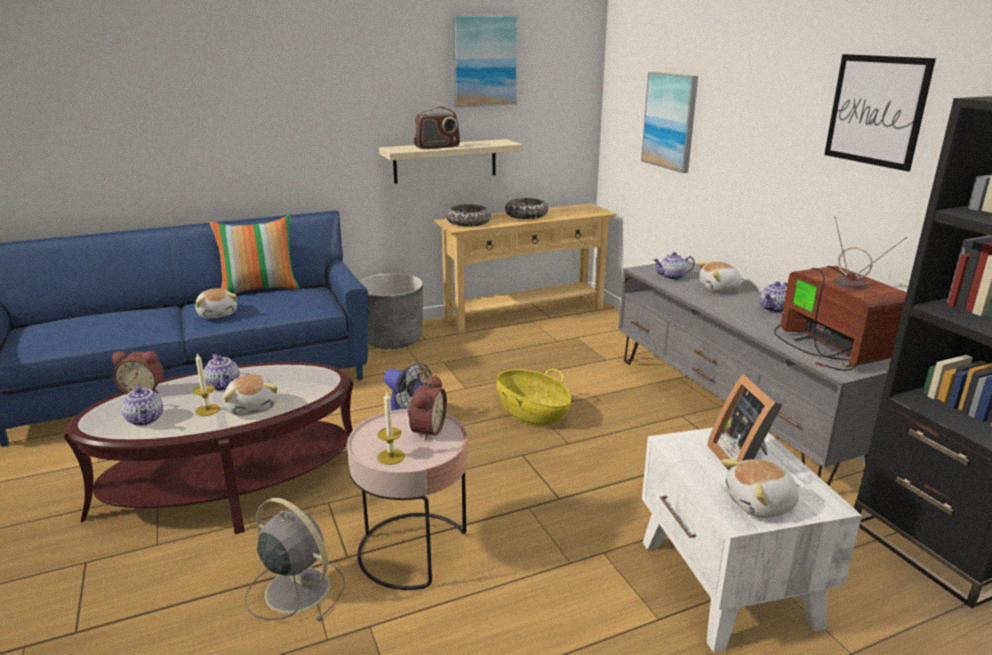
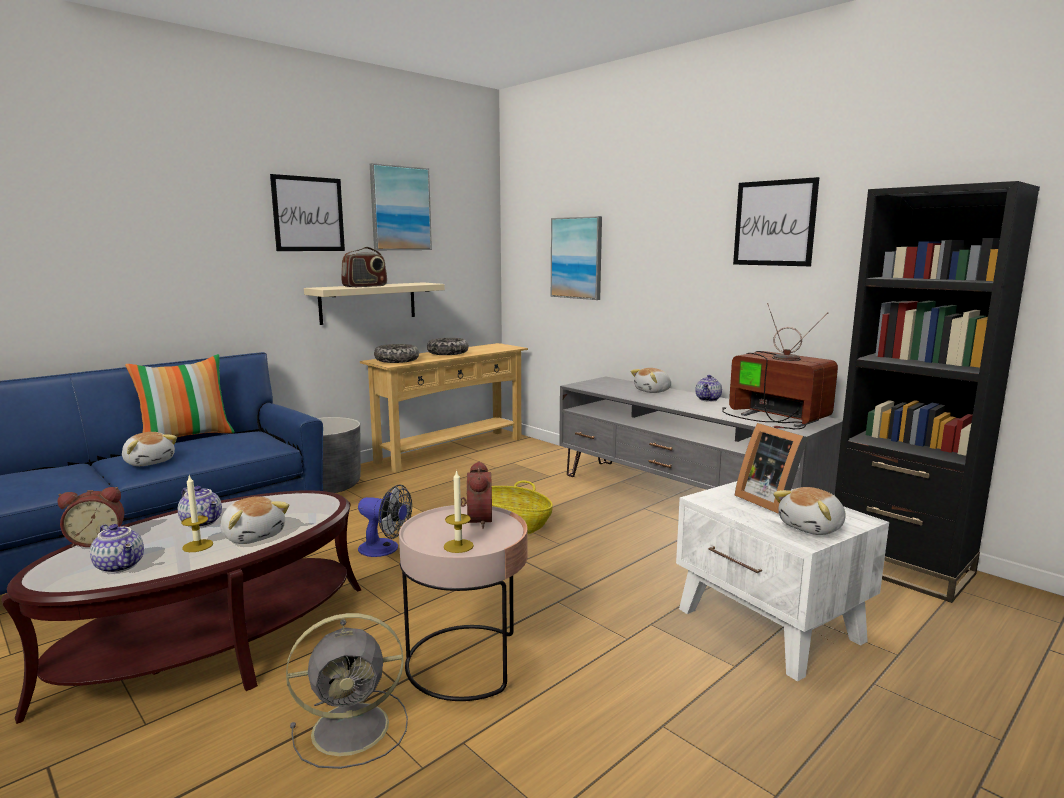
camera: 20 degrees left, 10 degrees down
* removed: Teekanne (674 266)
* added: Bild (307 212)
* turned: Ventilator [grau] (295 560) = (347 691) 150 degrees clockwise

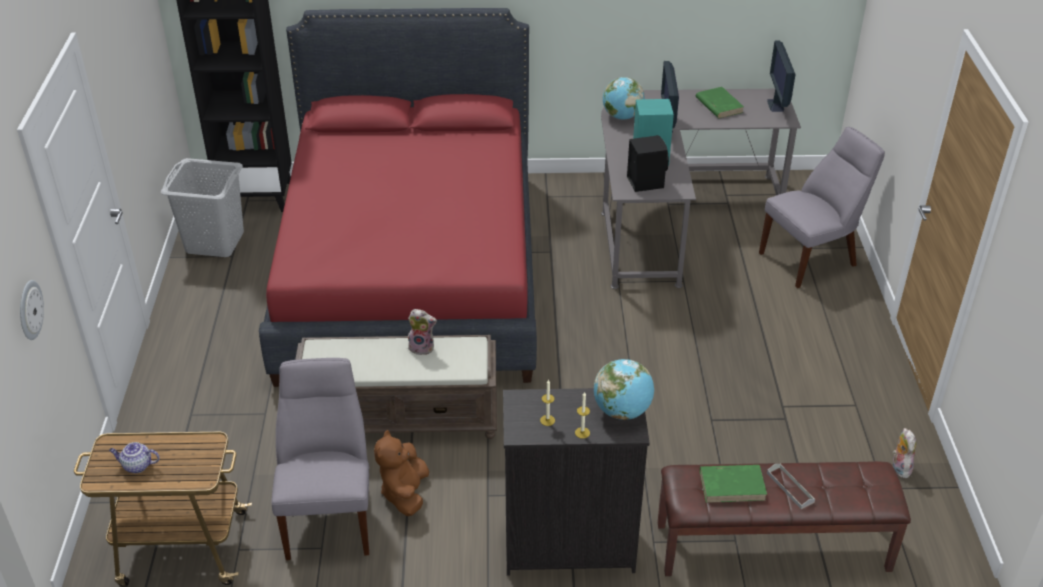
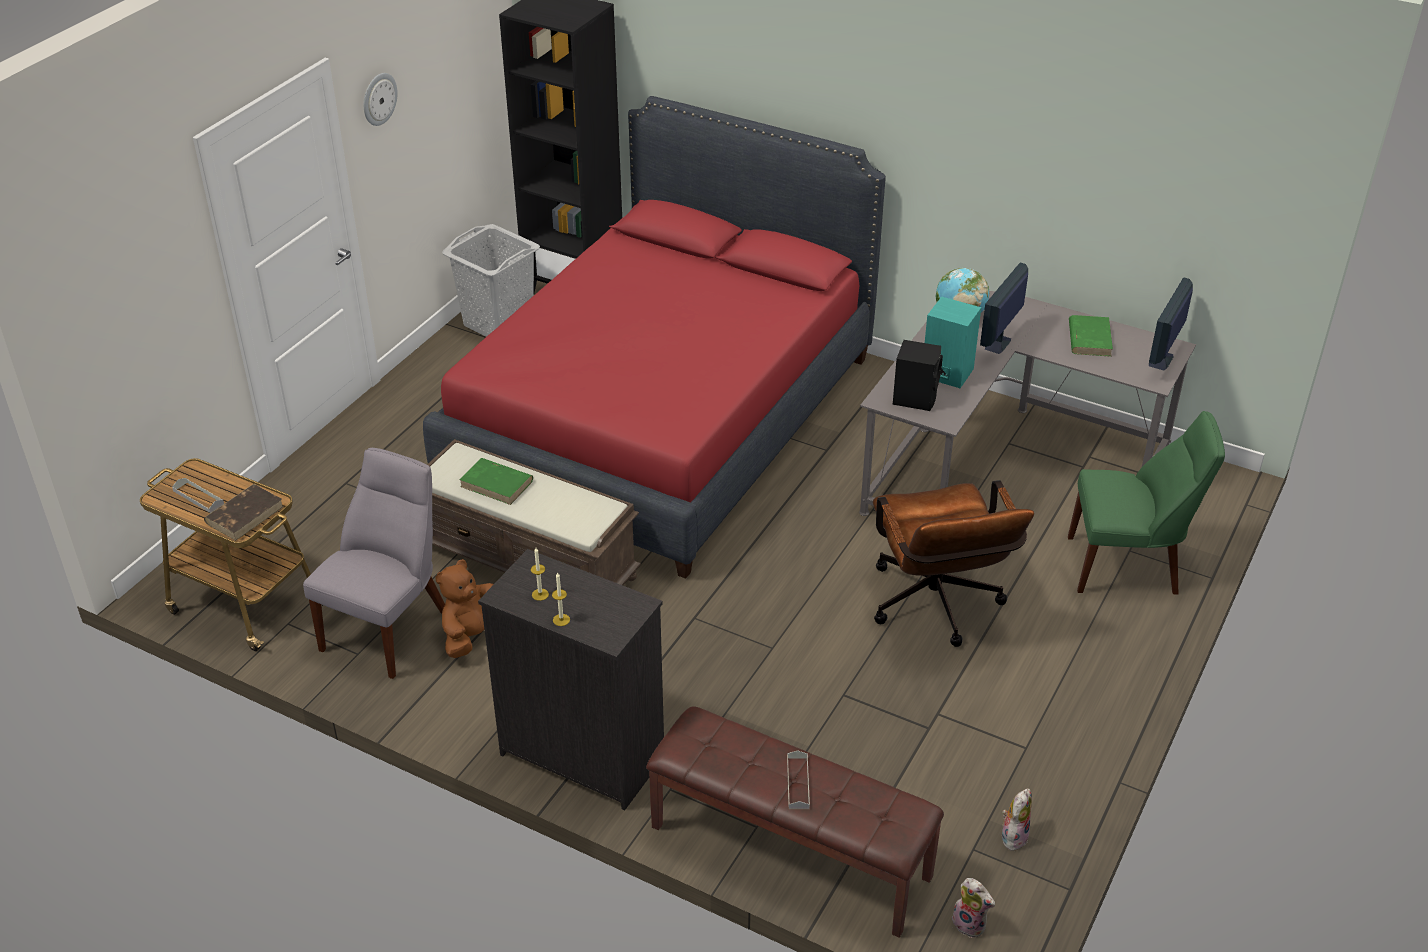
camera: 30 degrees right, 0 degrees up
* removed: Globus (624 389)
* added: Buch [braun] (244 512)
* added: Bürostuhl [braun] (953 563)
* moved: Wanduhr (32 310) to (381 99)
* moved: Plüschtier (422 332) to (973 908)
* moved: Buch [grün] (733 484) to (496 481)
* replaced: Teekanne (134 457) to Tablett [grau] (198 495)
* recoloured: Stuhl [grau] (822 207) to Stuhl [grün] (1146 503)

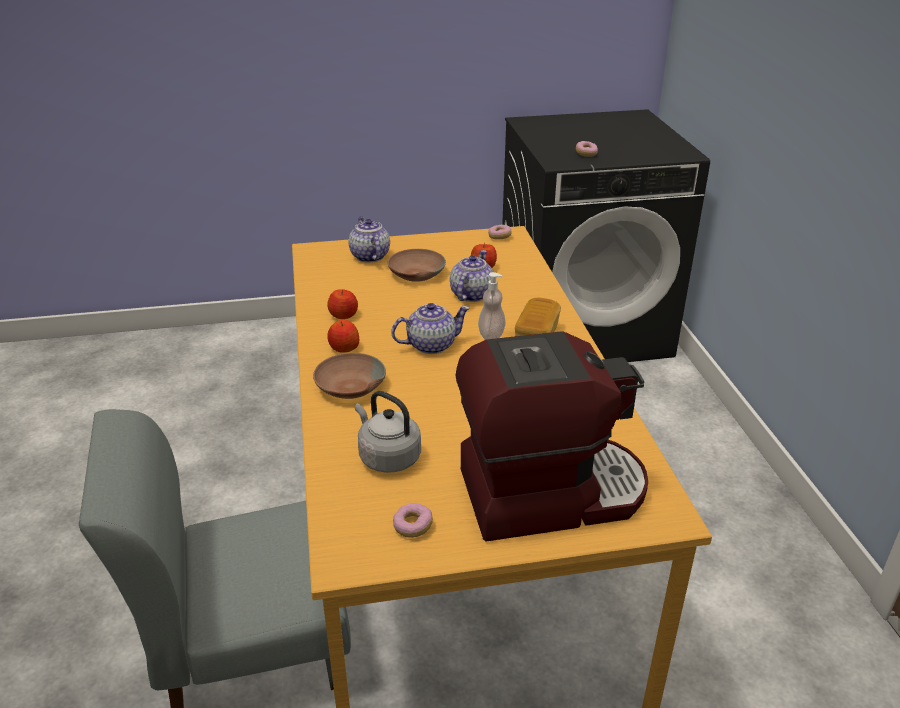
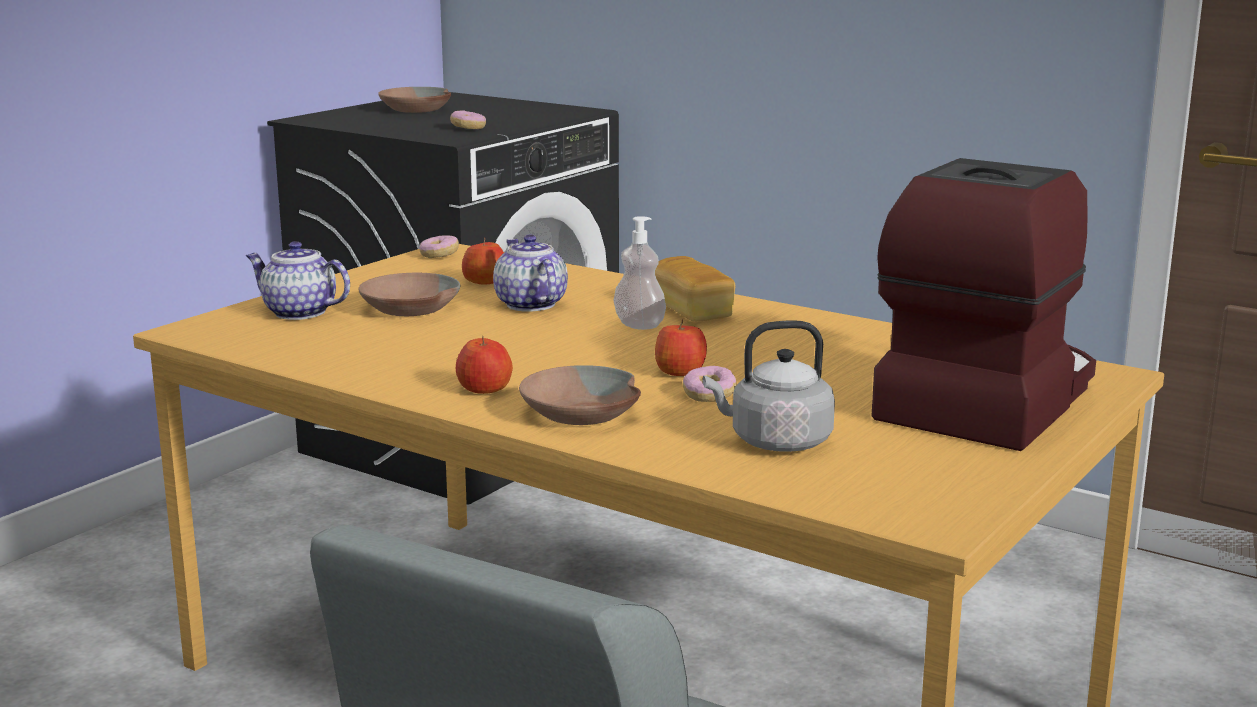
camera: 45 degrees left, 15 degrees down
* removed: Teekanne (430 328)
* added: Schüssel [braun] (414 100)
* moved: Apfel (342 304) to (681 347)
* moved: Donut (413 520) to (709 384)

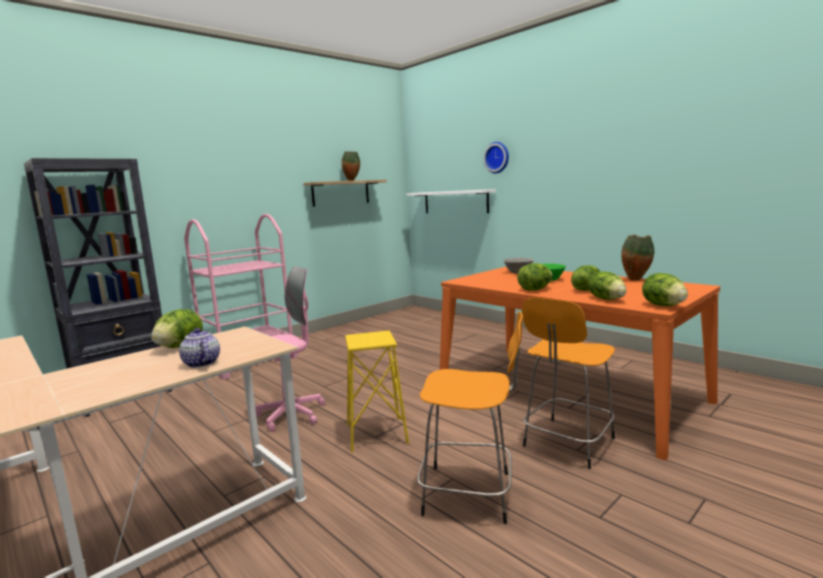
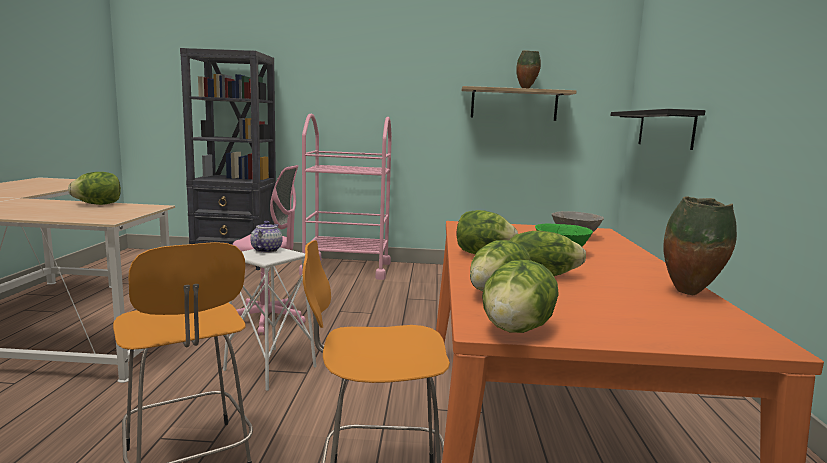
camera: 45 degrees right, 0 degrees up
* removed: Wanduhr (496 157)
* moved: Teekanne (199 348) to (266 237)
* recoloured: Hocker [gelb] (377 391) to Hocker [weiß] (270 319)
* recoloured: Wandregal [weiß] (451 201) to Wandregal [schwarz] (658 129)

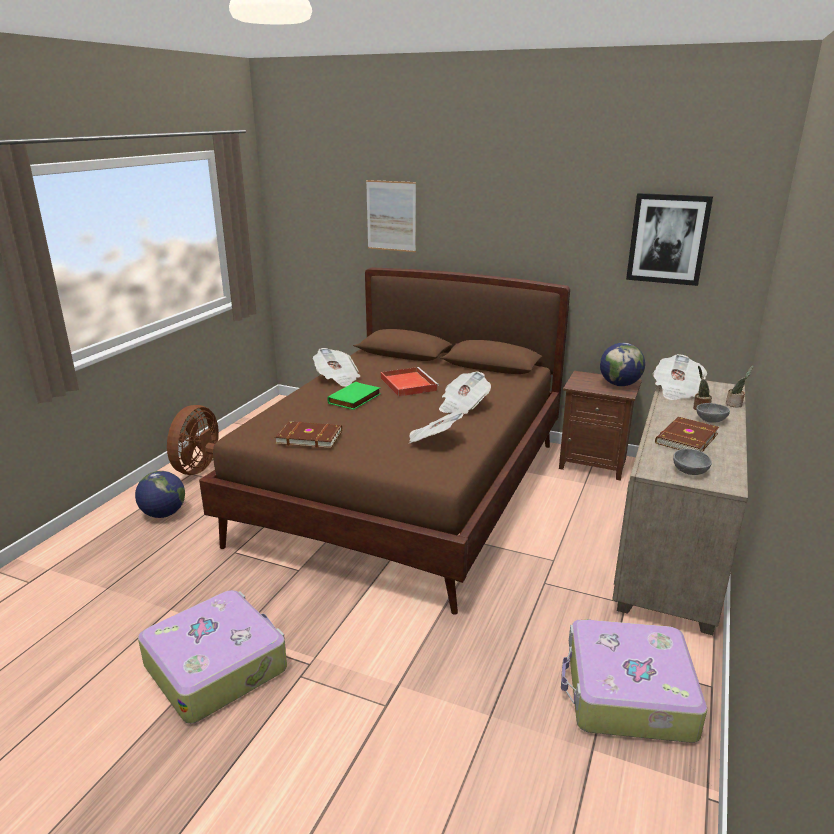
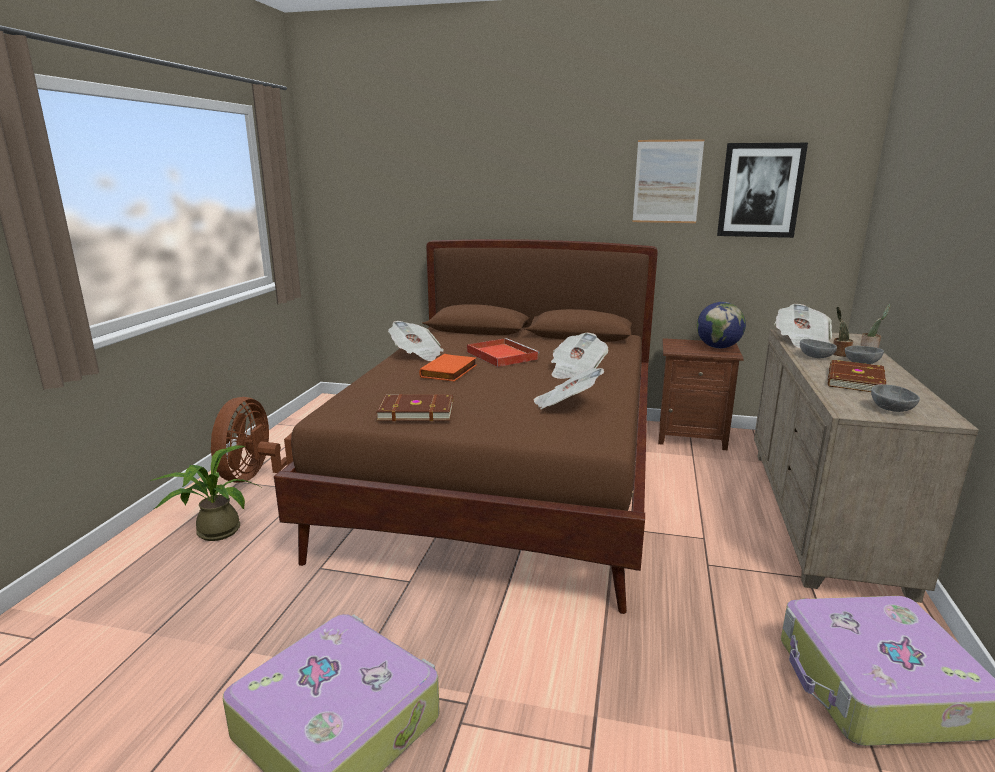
camera: 10 degrees left, 5 degrees down
* added: Schüssel [grau] (818 348)
* moved: Bild (391 216) to (668 181)
* replaced: Globus (160 494) to Topfpflanze (207 493)
* recoloured: Buch [grün] (354 396) to Buch [orange] (448 367)

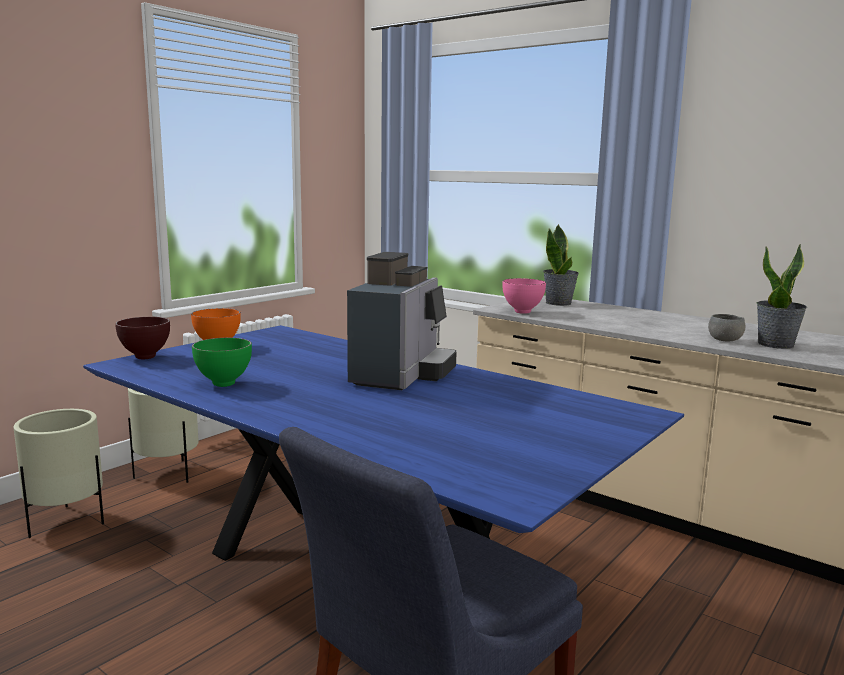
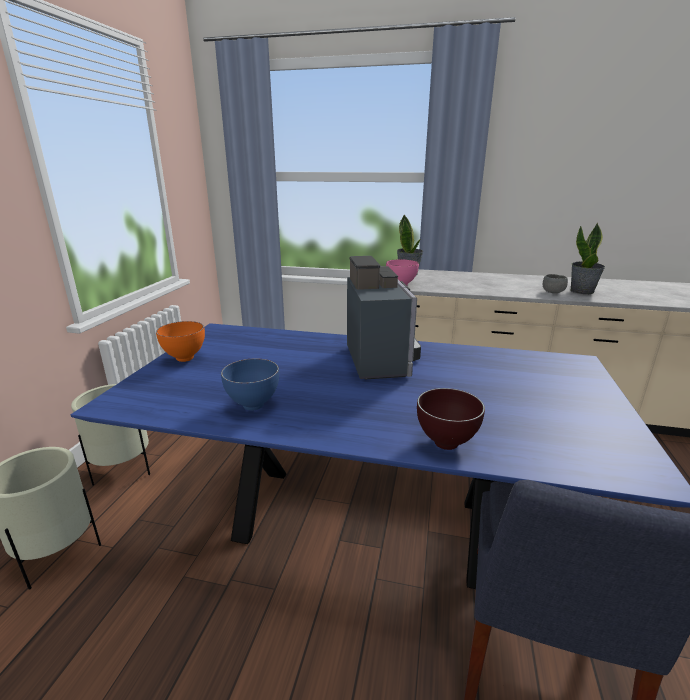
camera: 25 degrees left, 10 degrees up
* moved: Schüssel [braun] (142 338) to (451 419)
* recoloured: Schüssel [grün] (222 362) to Schüssel [blau] (250 385)

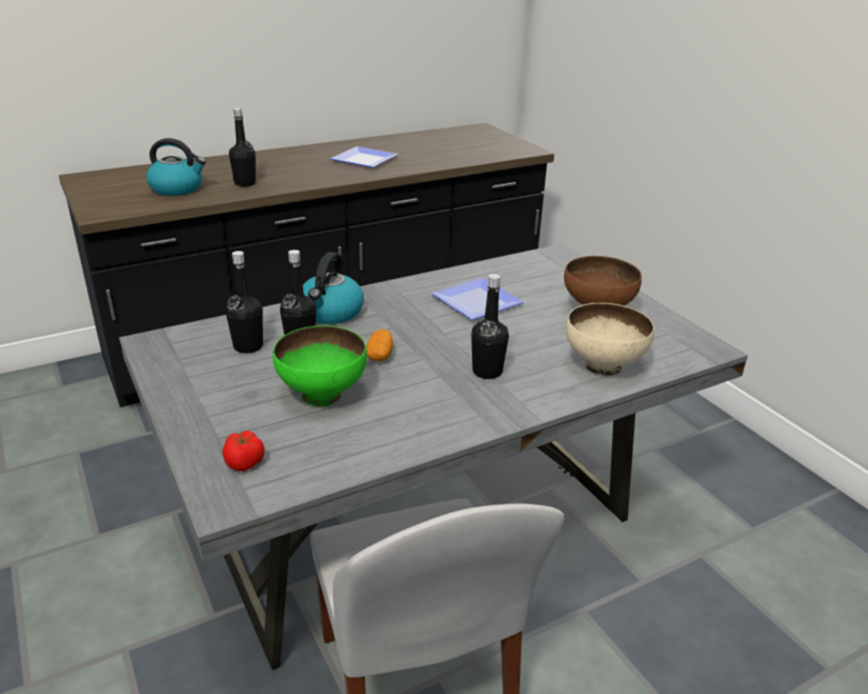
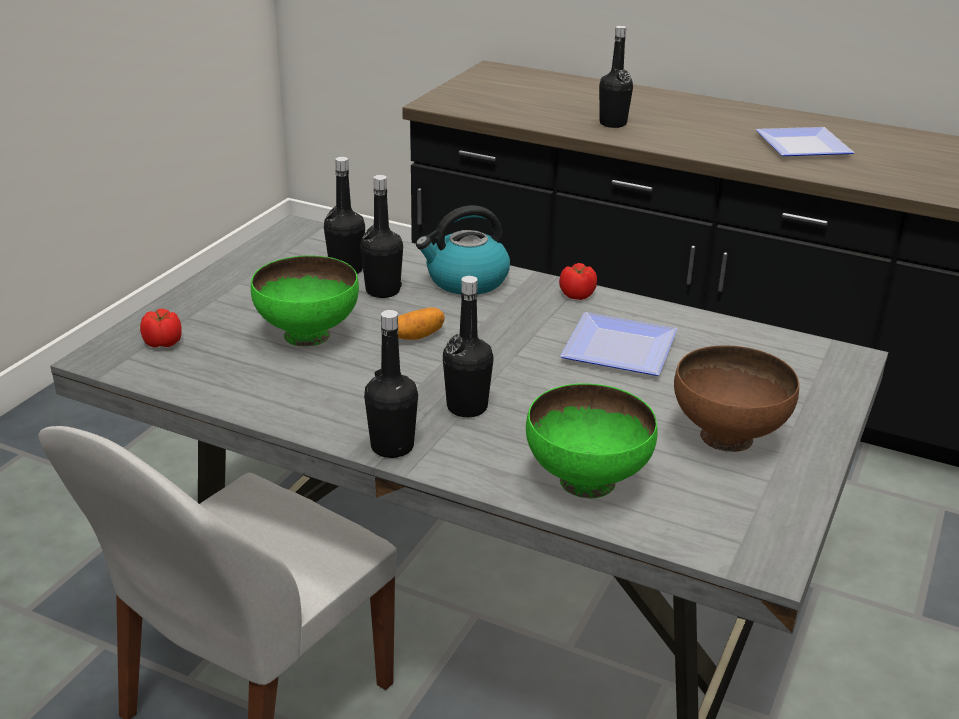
camera: 55 degrees right, 0 degrees up
* removed: Wasserkessel (176 167)
* added: Flasche [schwarz] (391 384)
* added: Tomate (578 281)
* recoloured: Schüssel [beige] (610 339) to Schüssel [grün] (592 440)

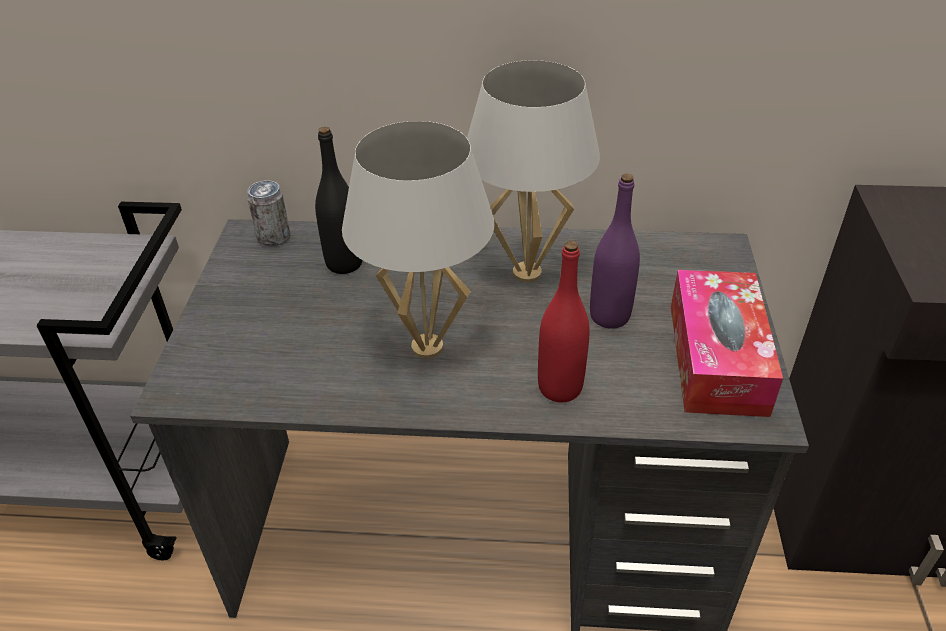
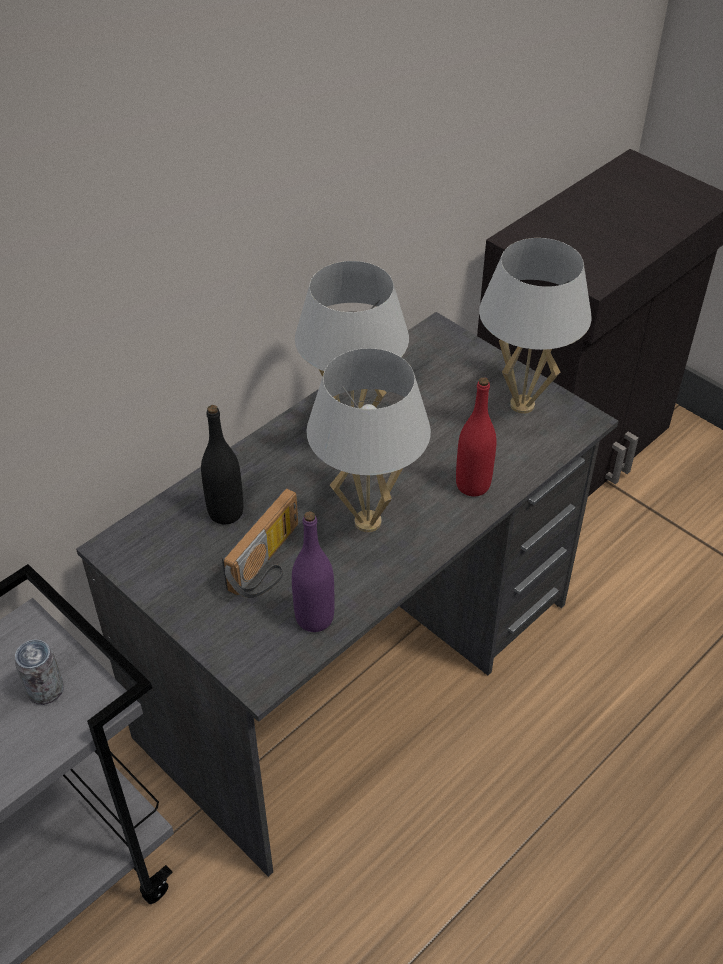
camera: 50 degrees left, 5 degrees up
* added: Radio (260 543)
* moved: Dose (269 213) to (39 672)
* moved: Flasche [lila] (615 251) to (313 571)
* replaced: Taschentuchbox (727 343) to Tischlampe [weiß] (535 326)

